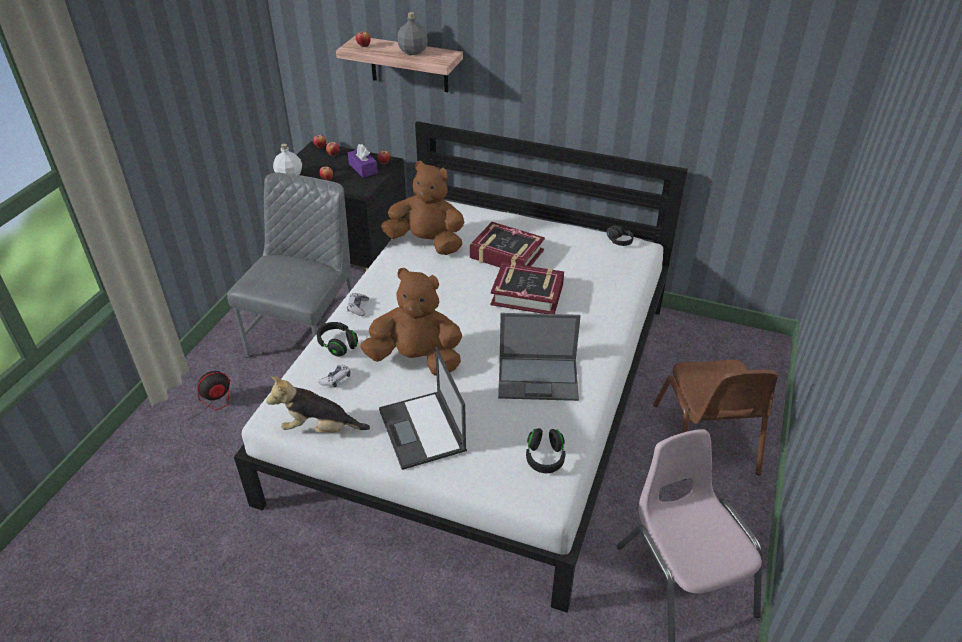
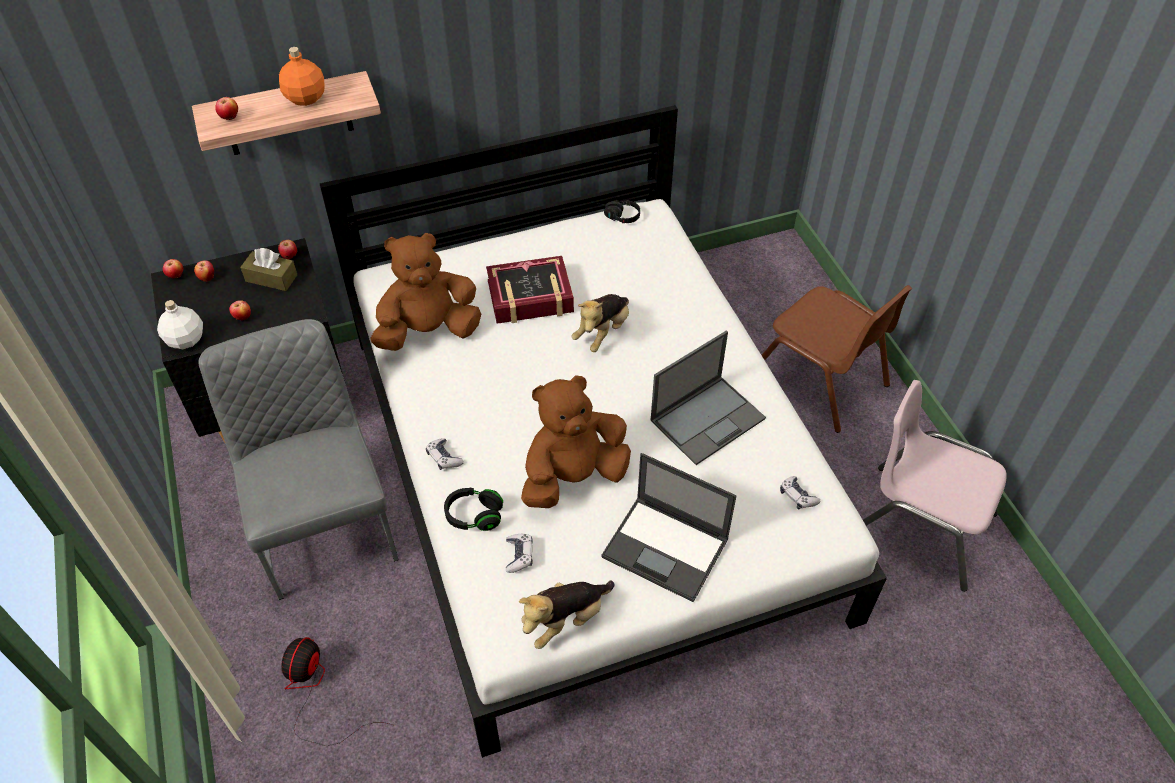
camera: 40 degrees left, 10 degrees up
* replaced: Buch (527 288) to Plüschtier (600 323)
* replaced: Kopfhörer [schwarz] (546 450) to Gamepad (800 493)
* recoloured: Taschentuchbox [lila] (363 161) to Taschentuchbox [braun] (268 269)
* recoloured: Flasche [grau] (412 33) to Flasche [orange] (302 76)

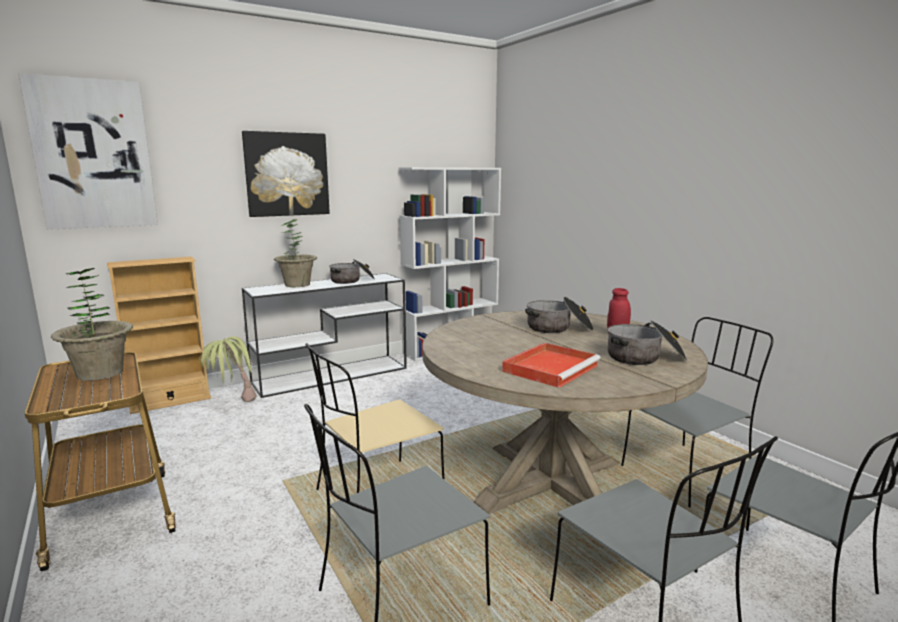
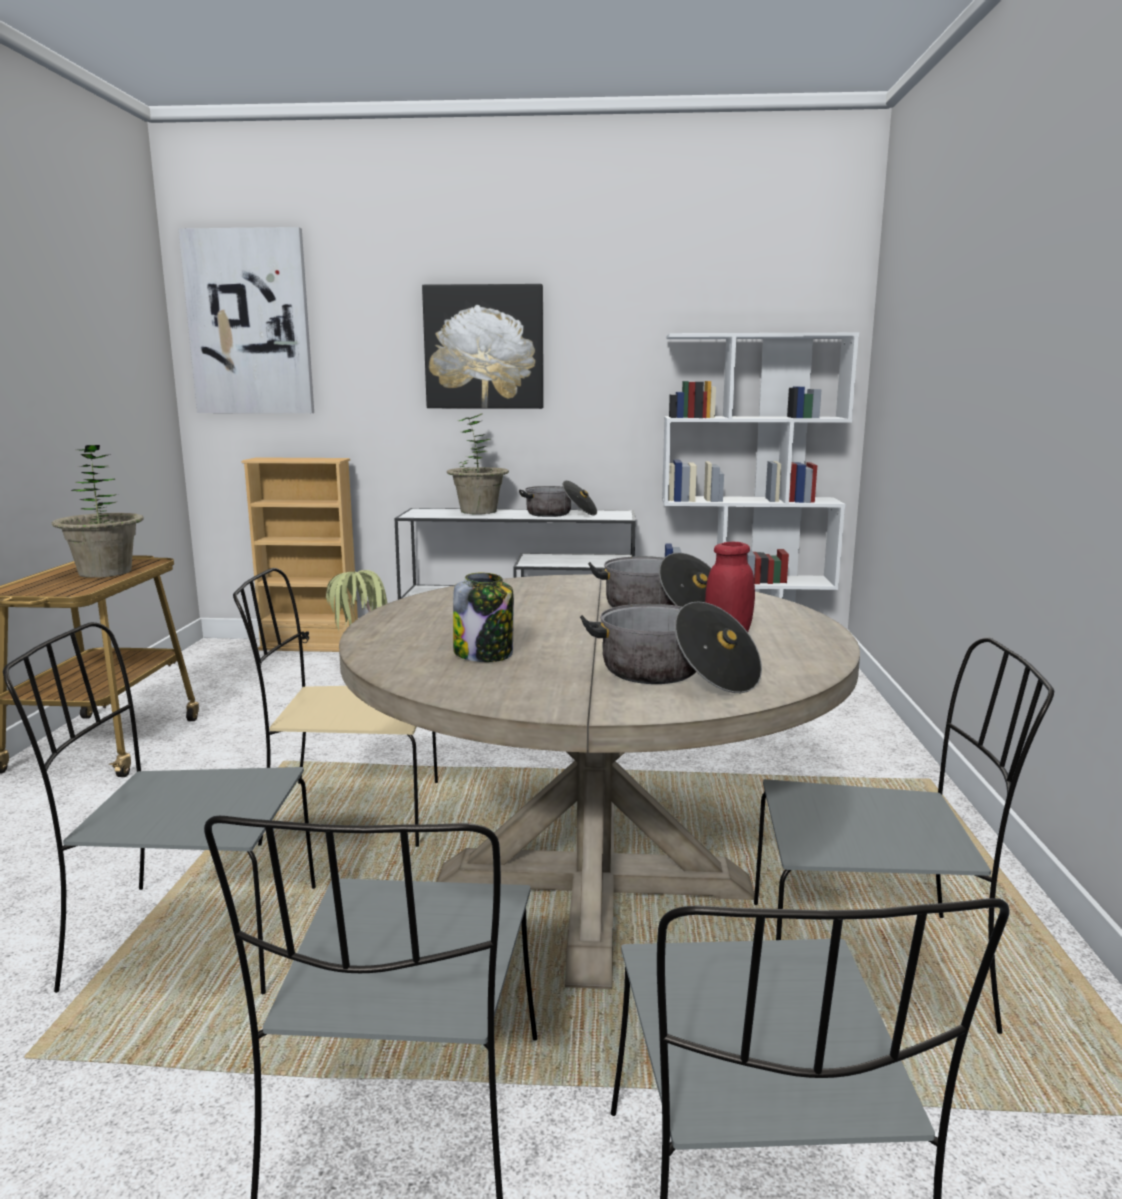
camera: 35 degrees right, 0 degrees up
* replaced: Tablett [rot] (551 365) to Vorratsglas (483 617)

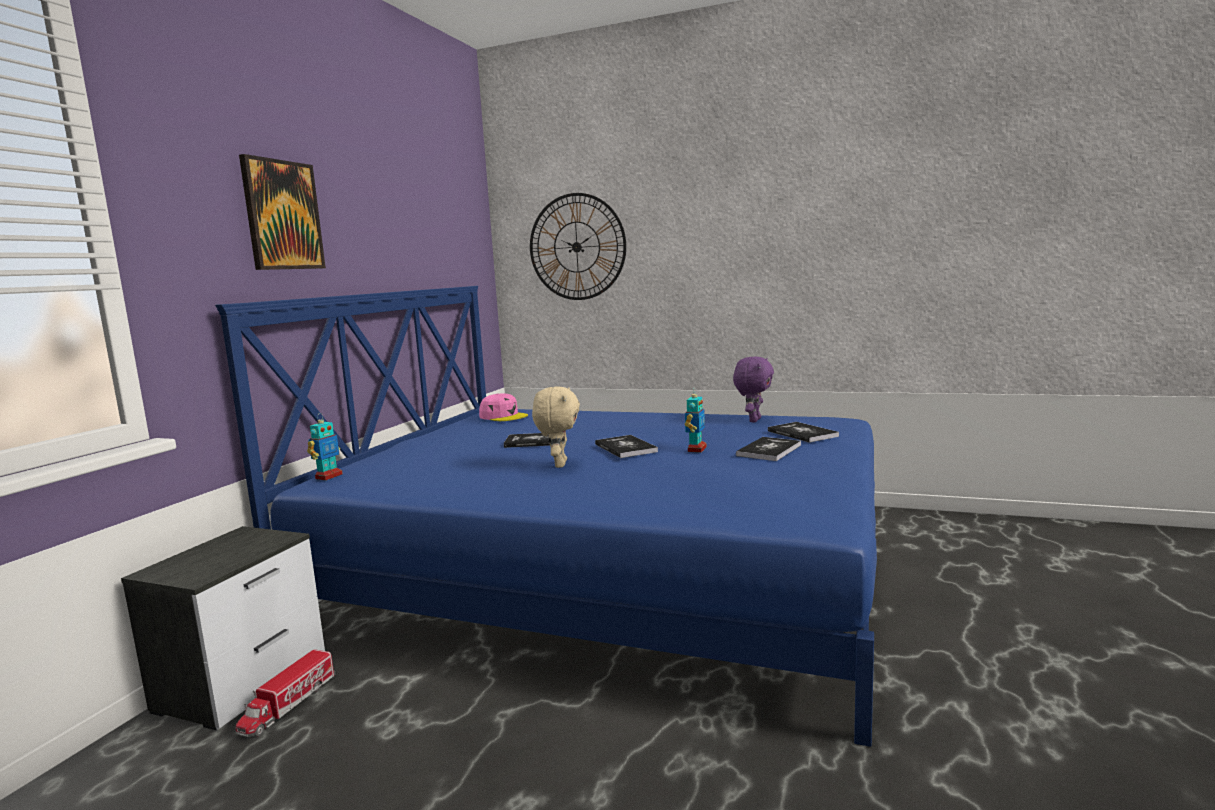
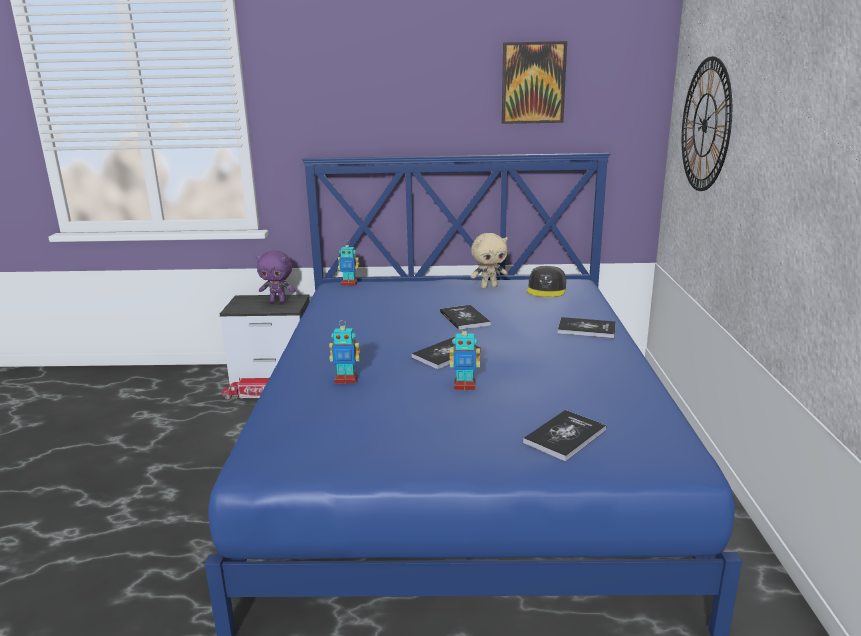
camera: 70 degrees right, 10 degrees up
* added: Spielzeugroboter (344 352)
* moved: Bild (282 212) to (534 82)
* moved: Plüschtier [beige] (556 427) to (489 261)
* moved: Plüschtier [lila] (753 389) to (275 277)
* moved: Buch (768 449) to (586 327)
* recoloured: Kappe [rosa] (503 407) to Kappe [grau] (546 281)

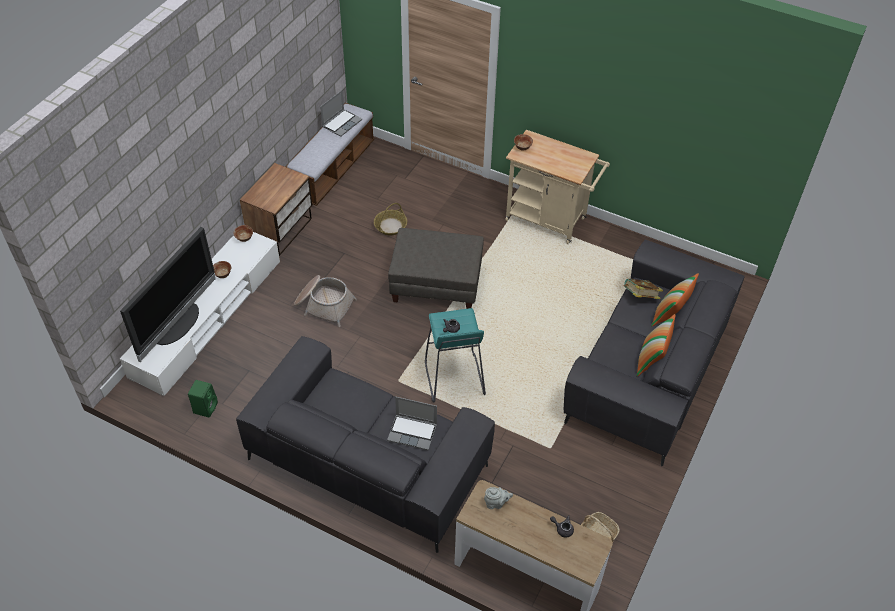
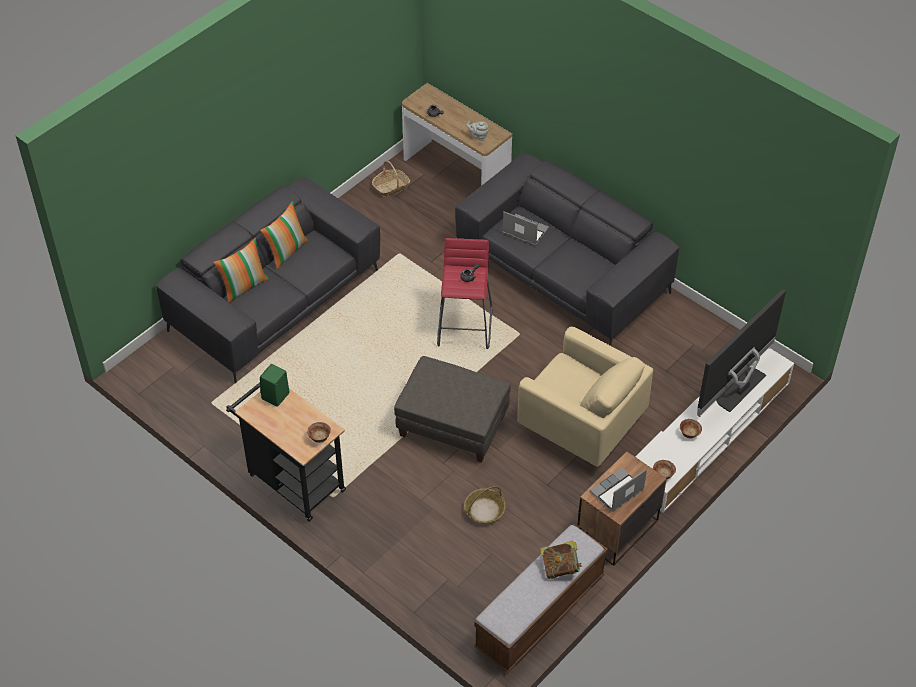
camera: 165 degrees left, 0 degrees up
* moved: Lautsprecher [grün] (203 399) to (275 385)
* moved: Laptop (341 113) to (618 490)
* moved: Buch (643 289) to (561 560)
* replaced: Korb (325 301) to Sessel [beige] (585 396)
* recoloured: Hocker [türkis] (455 355) to Hocker [rot] (465 293)
* recoloured: Rollwagen [beige] (557 187) to Rollwagen [schwarz] (286 452)

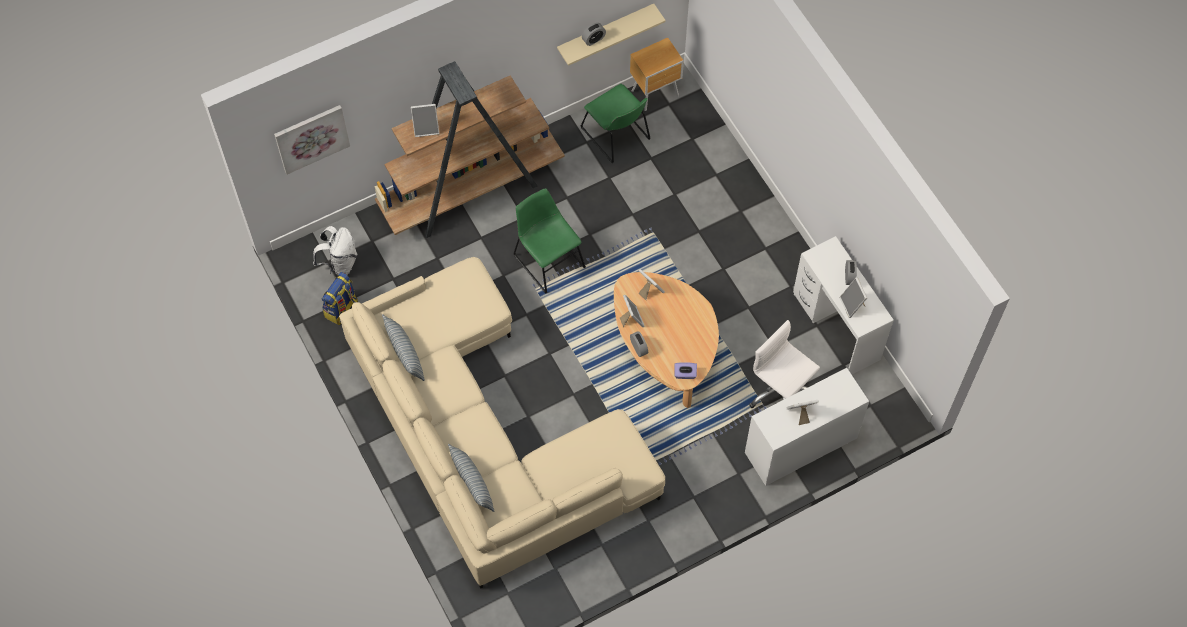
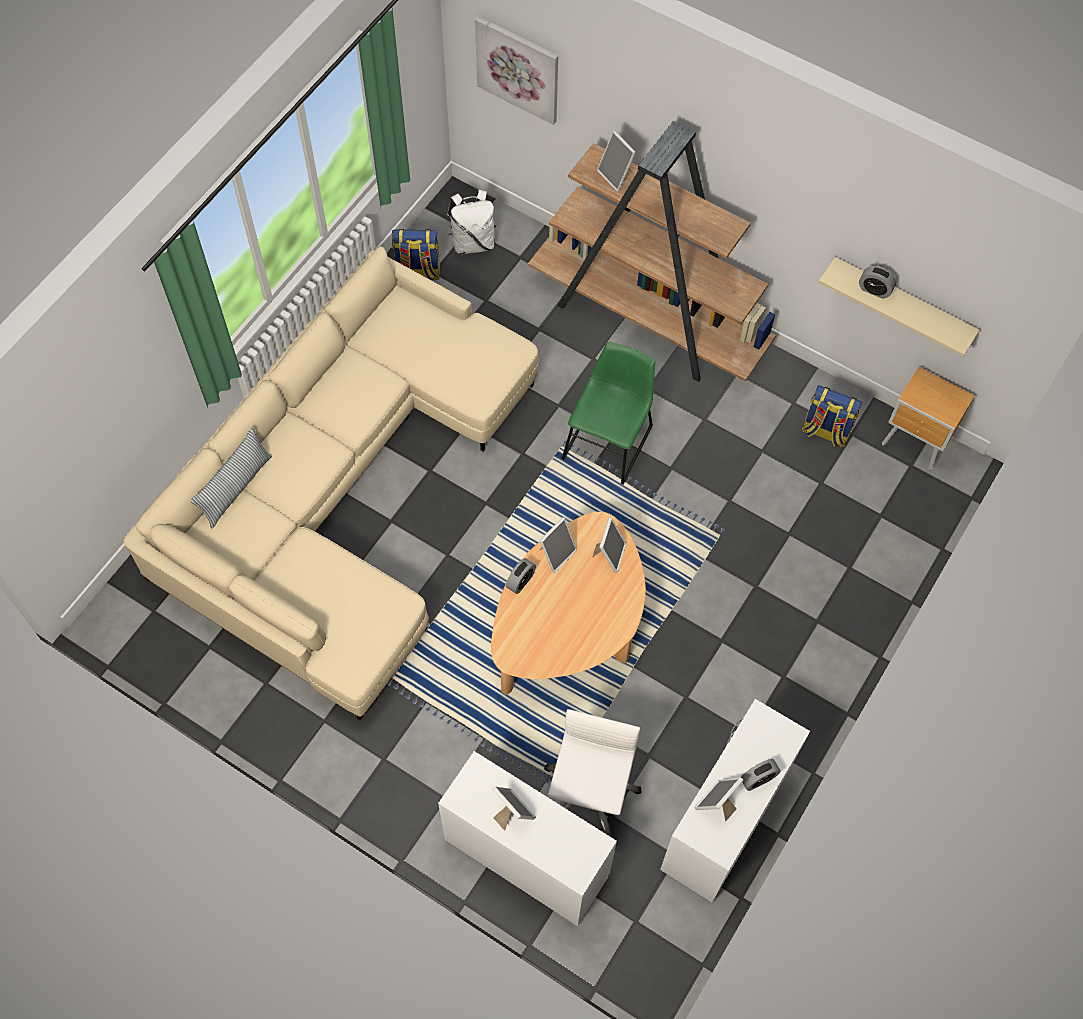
camera: 60 degrees right, 0 degrees up
* removed: Kissen (403 347)
* removed: Taschentuchbox [lila] (685 370)
* replaced: Stuhl [grün] (616 123) to Rucksack (832 416)

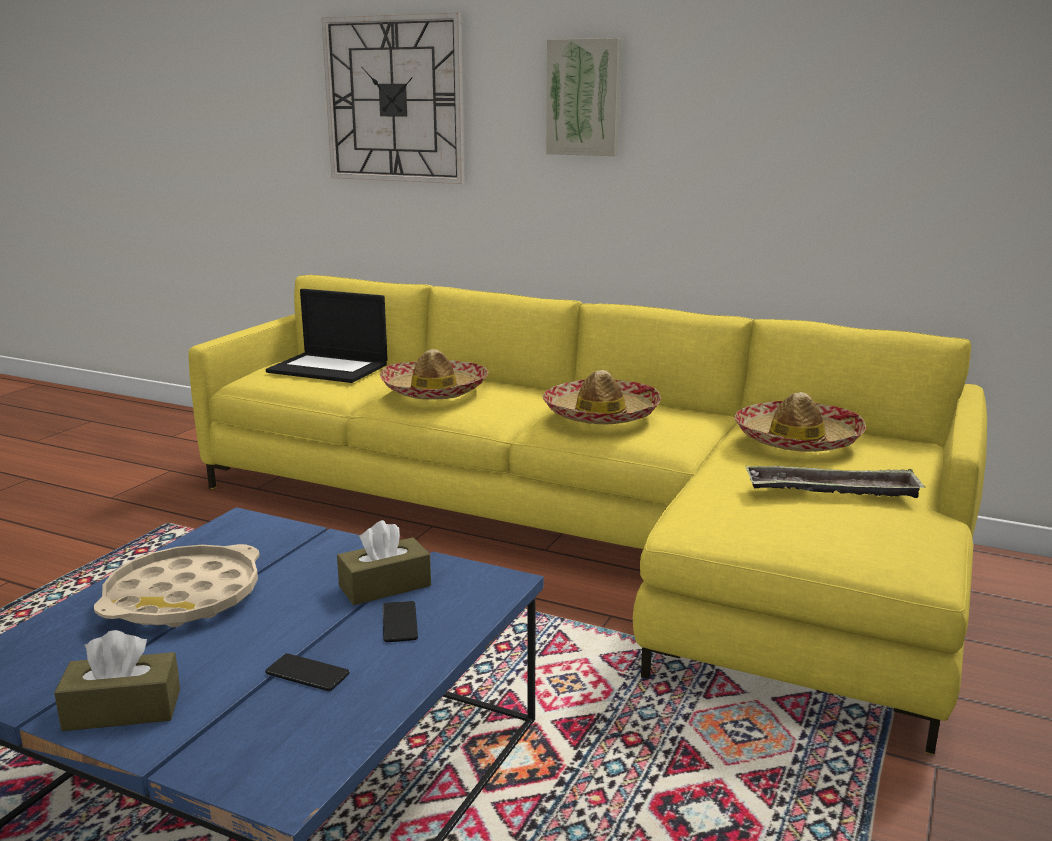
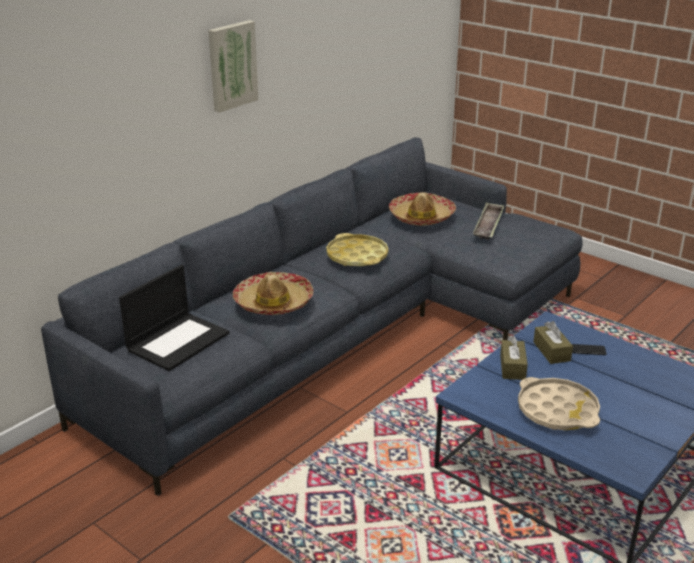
camera: 75 degrees left, 10 degrees up
* removed: Handy (307 672)
* removed: Wanduhr (393 98)
* moved: Taschentuchbox [braun] (117 680) to (514 358)
* replaced: Hut (602 397) to Tablett [gelb] (357 249)
* recoloured: Sofa [gelb] (587 515) to Sofa [grau] (312 316)

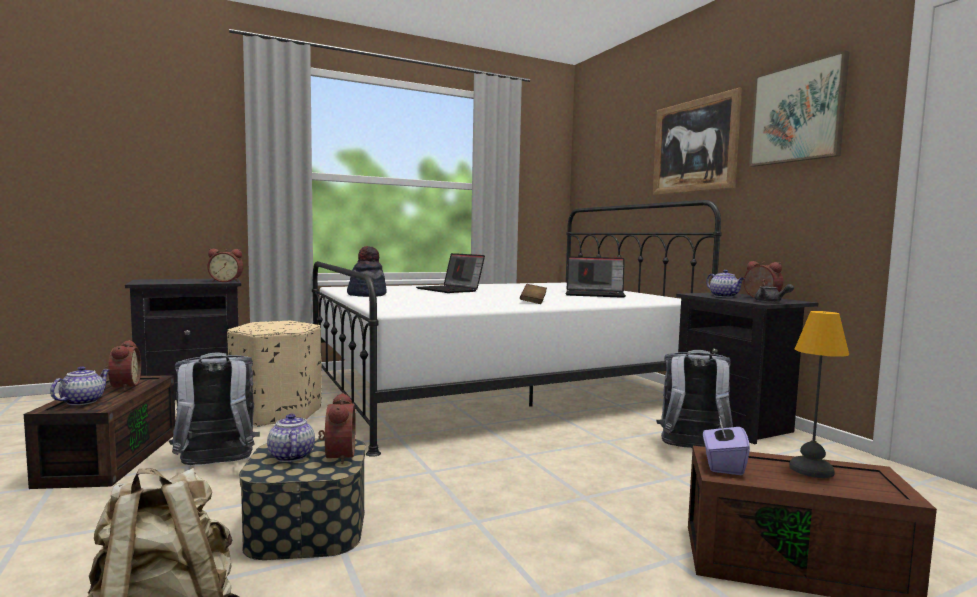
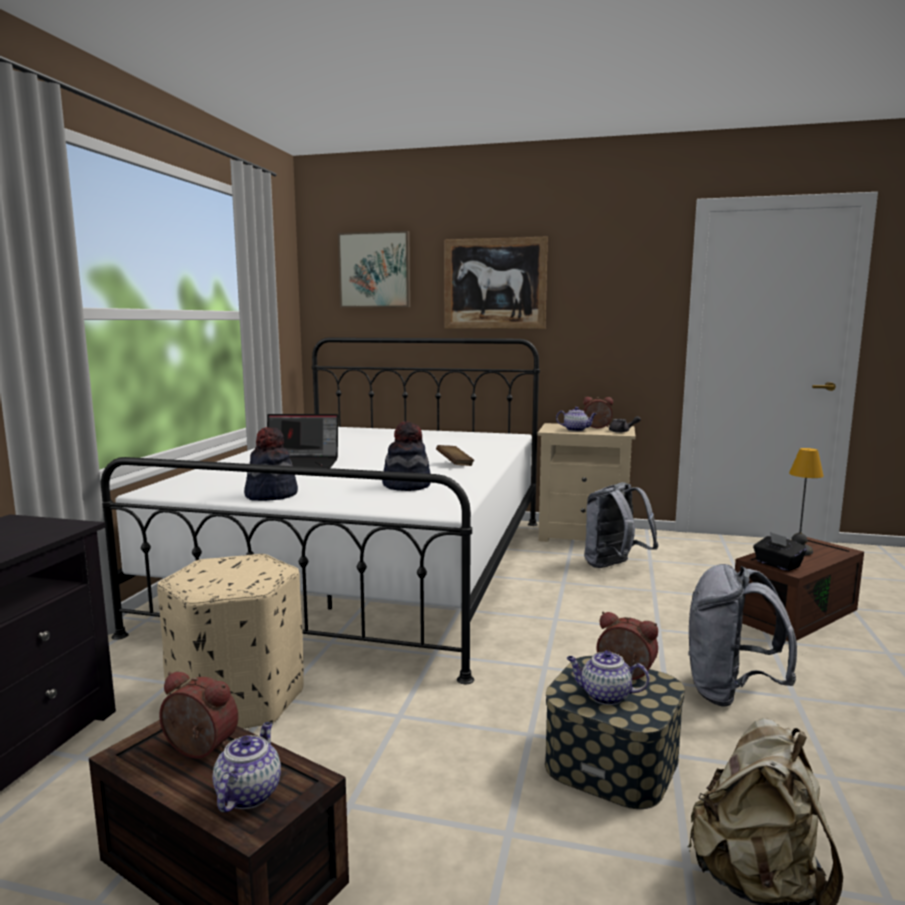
camera: 50 degrees left, 5 degrees up
* removed: Wecker (225 265)
* removed: Laptop (595 277)
* added: Hut (406 456)
* moved: Rucksack [grau] (214 409) to (742 635)
* moved: Bild (799 108) to (374 269)
* recoloured: Nachttisch [schwarz] (747 368) to Nachttisch [beige] (587 482)
* recoloured: Taschentuchbox [lila] (726 445) to Taschentuchbox [schwarz] (780 551)
* turned: Teekanne (79 385) = (247 767) 45 degrees clockwise

